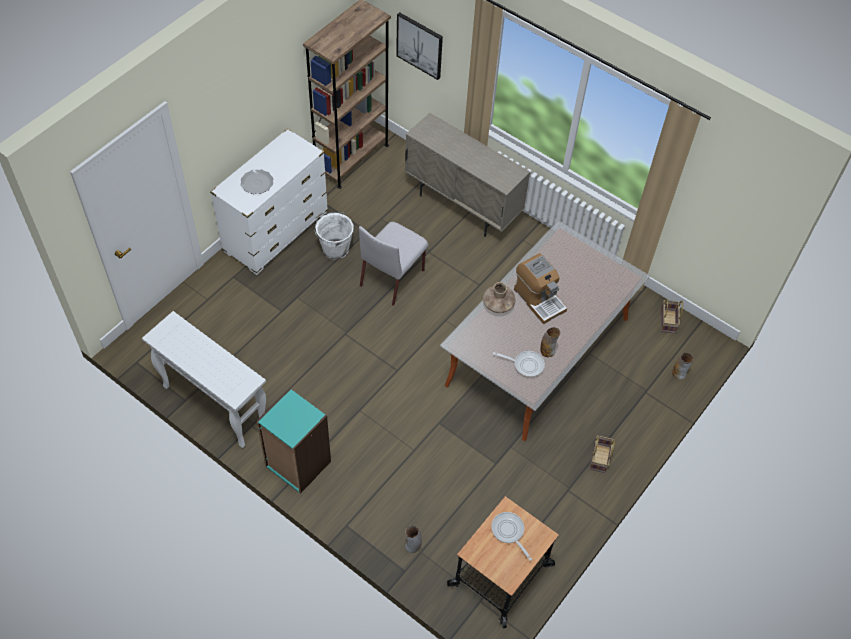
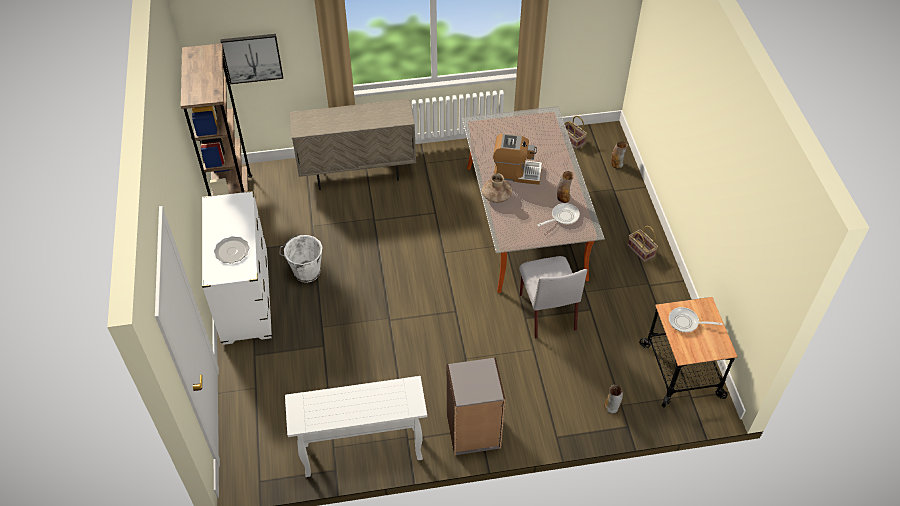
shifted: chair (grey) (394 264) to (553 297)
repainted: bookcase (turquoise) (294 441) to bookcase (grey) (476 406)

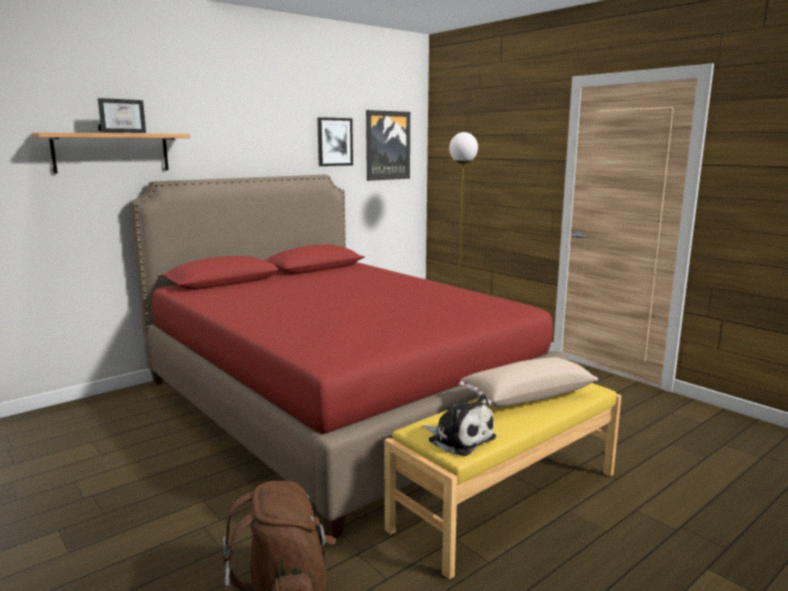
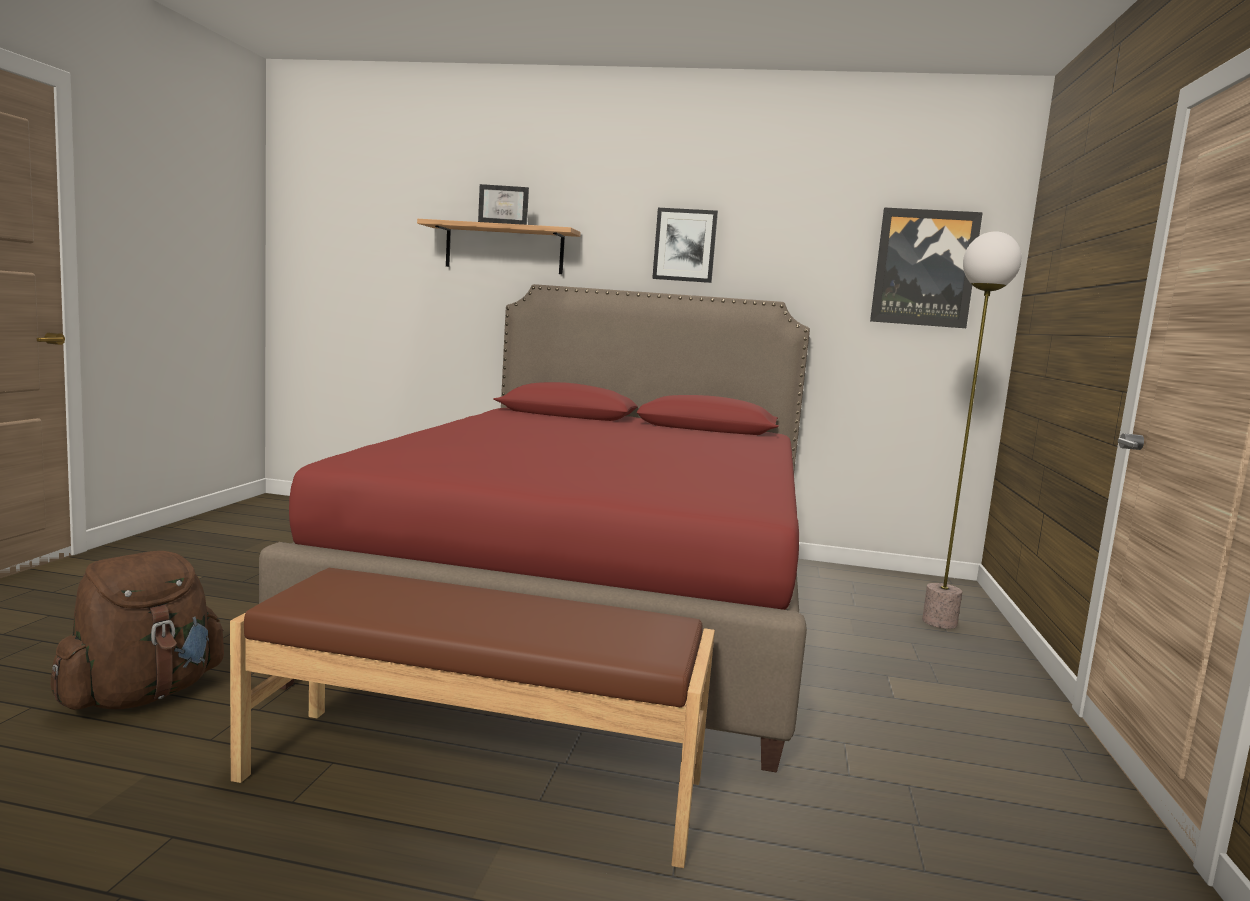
gone: plush toy (459 425); pillow (beige) (528 382)
shifted: picture (335 141) to (685 245)
repainted: bench (yellow) (502 481) to bench (brown) (472 718)

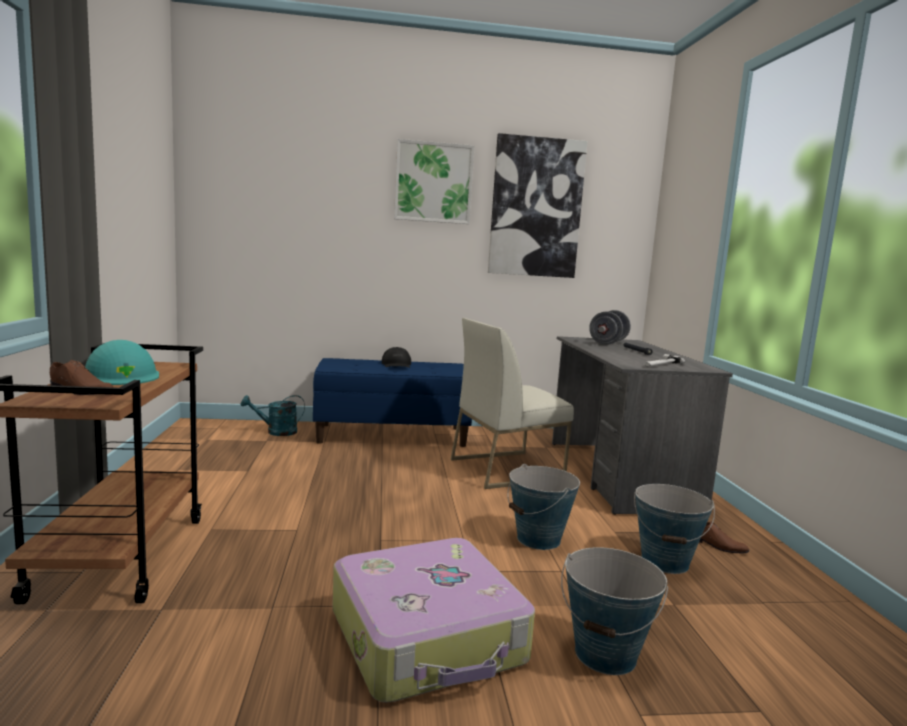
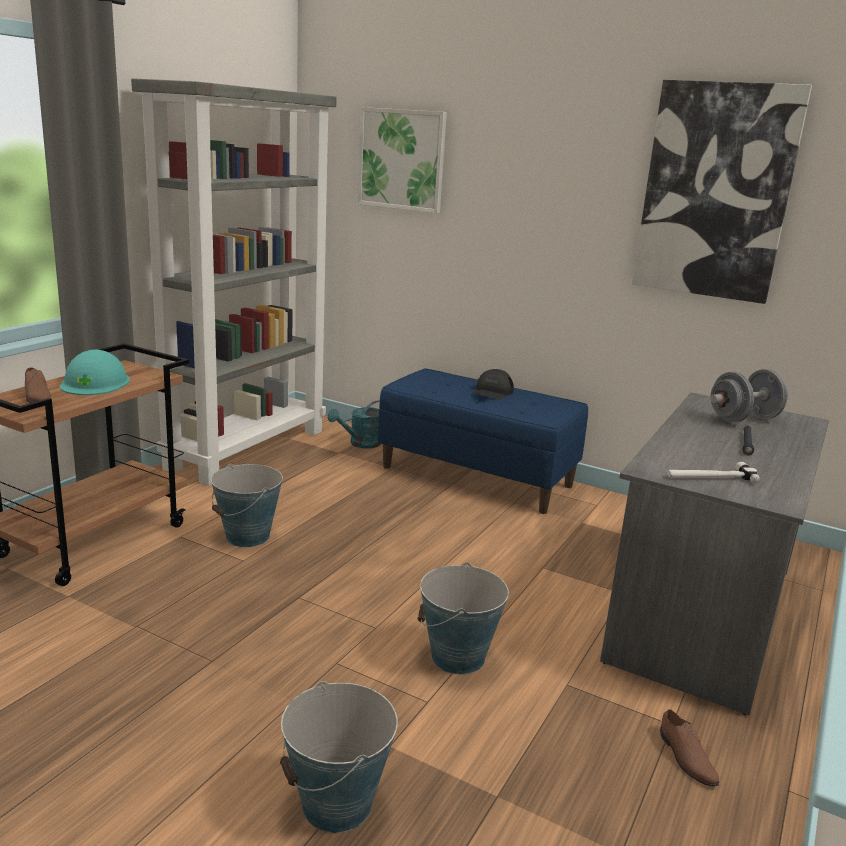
gone: suitcase (434 620); chair (white) (512 403)
new: bookcase (grey) (234 282)
shifted: bucket (674 529) to (247 505); picture (434 181) to (402 160)
rotated: watering can (turquoise) (273 415) = (354 424) 60 degrees counterclockwise

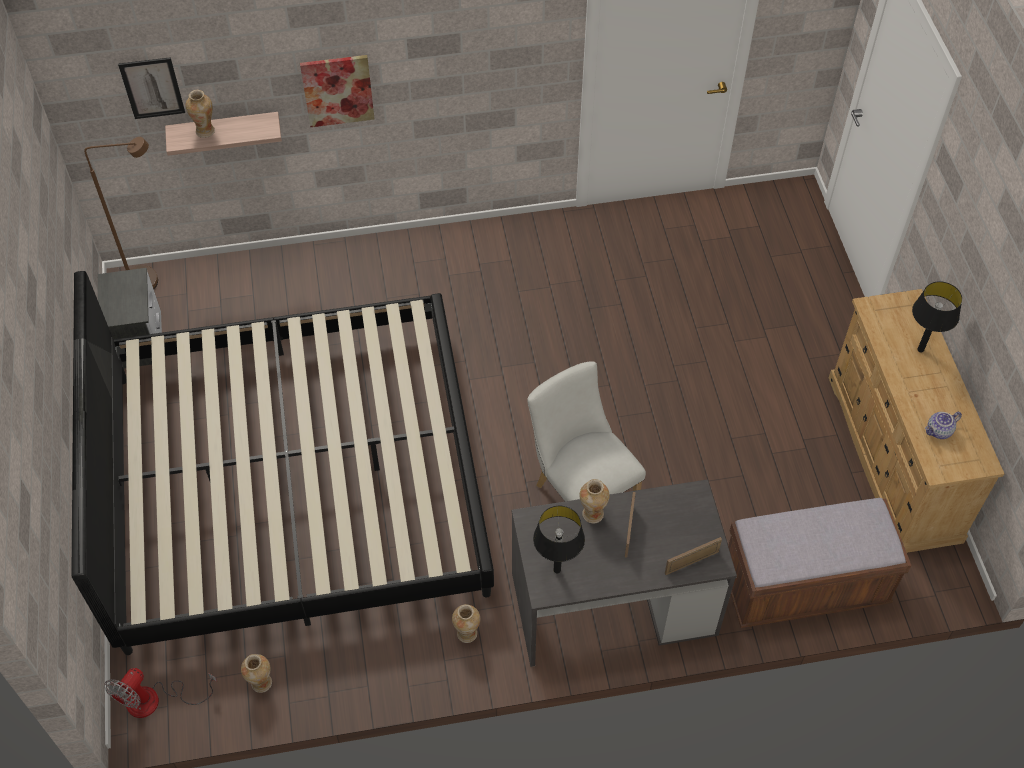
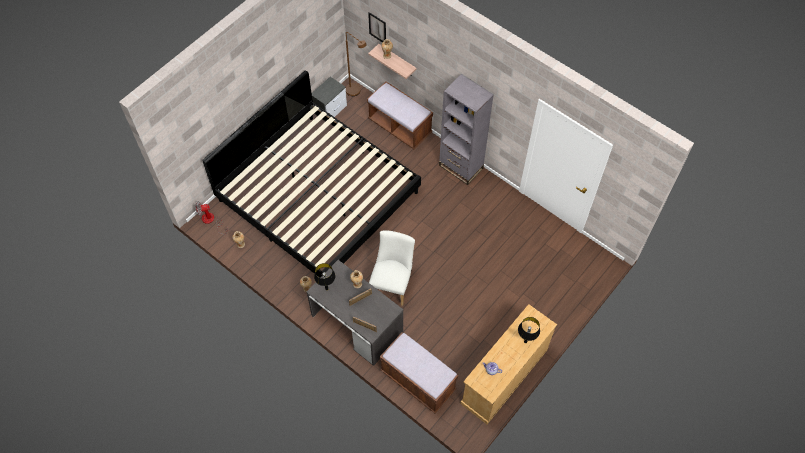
gone: picture (337 91)
new: bench (brown) (400 115); bookcase (grey) (466 129)

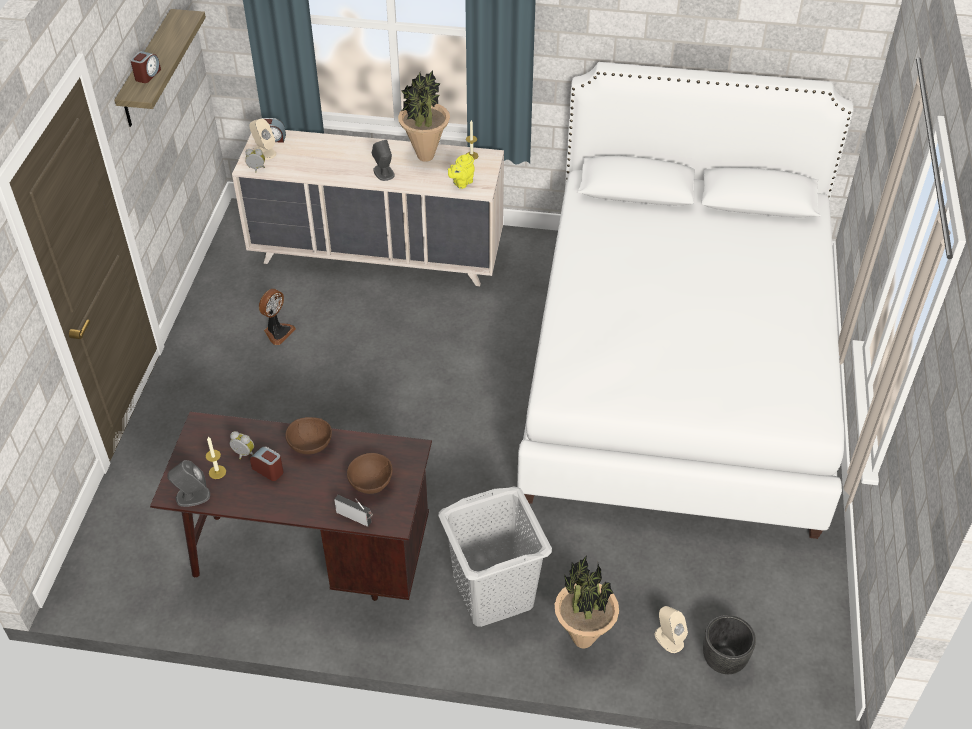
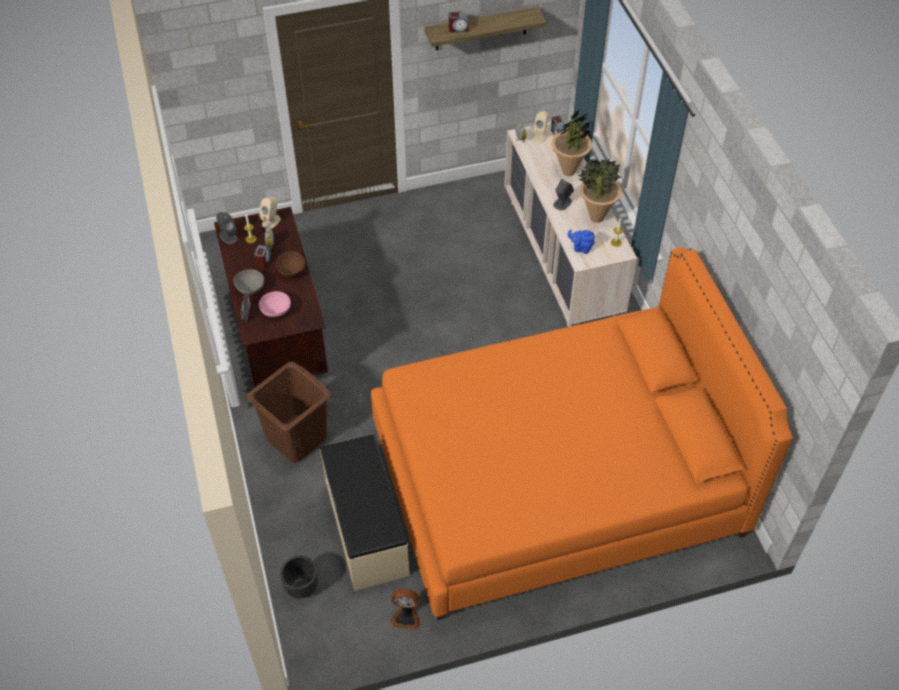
new: bowl (grey) (248 282); bench (beige) (364 512)
shifted: speaker (beige) (671 629) to (270 213); fan (277 317) to (405 609); potted plant (587 601) to (571 143)
repainted: laundry basket (grey) (495 557) to laundry basket (brown) (289 412); bowl (brown) (370 473) to bowl (pink) (275 304); bed (white) (685 300) to bed (orange) (582 433); teapot (yellow) (461 171) to teapot (blue) (581 241)

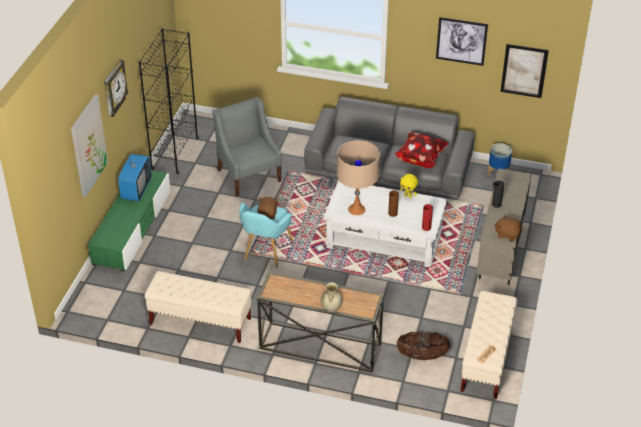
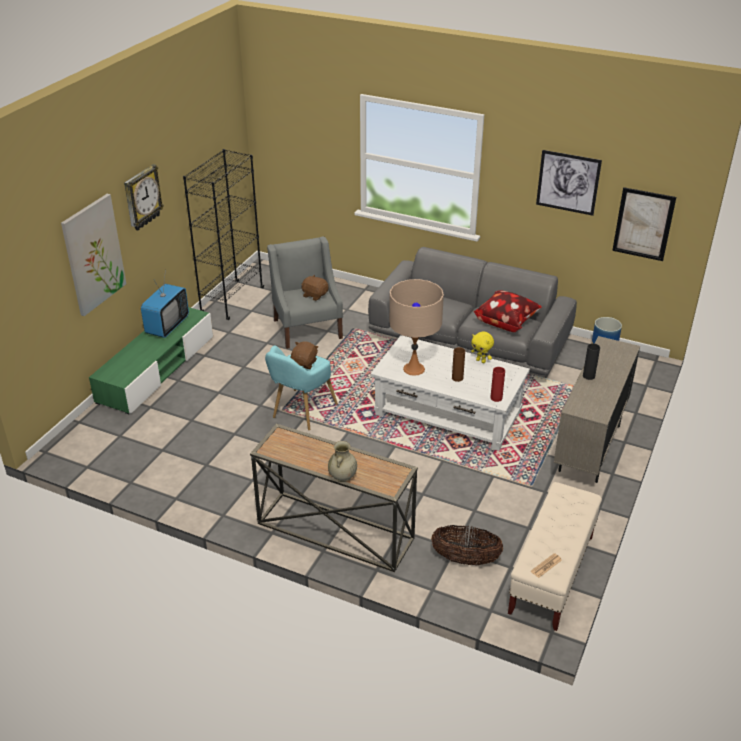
gone: bench (beige) (198 307)
shifted: plush toy (brown) (508 228) to (315 288)

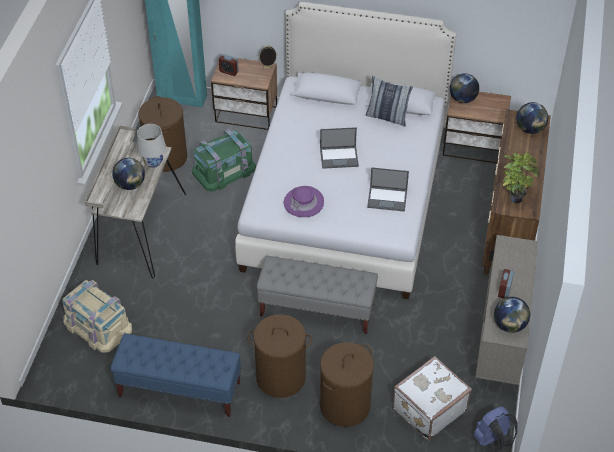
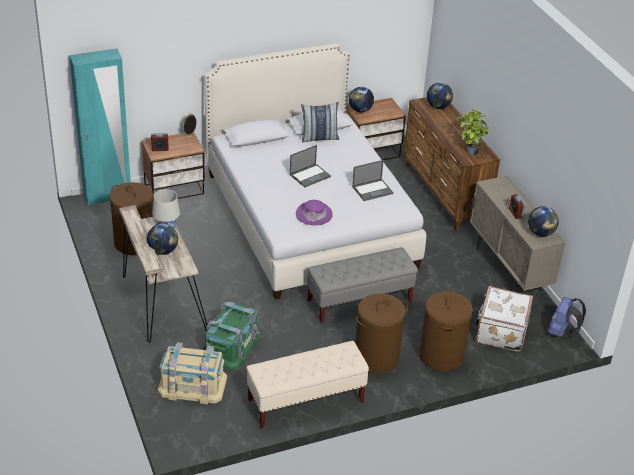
shifted: storage box (green) (224 160) to (231 335)
repainted: bench (blue) (176 375) to bench (beige) (308 384)

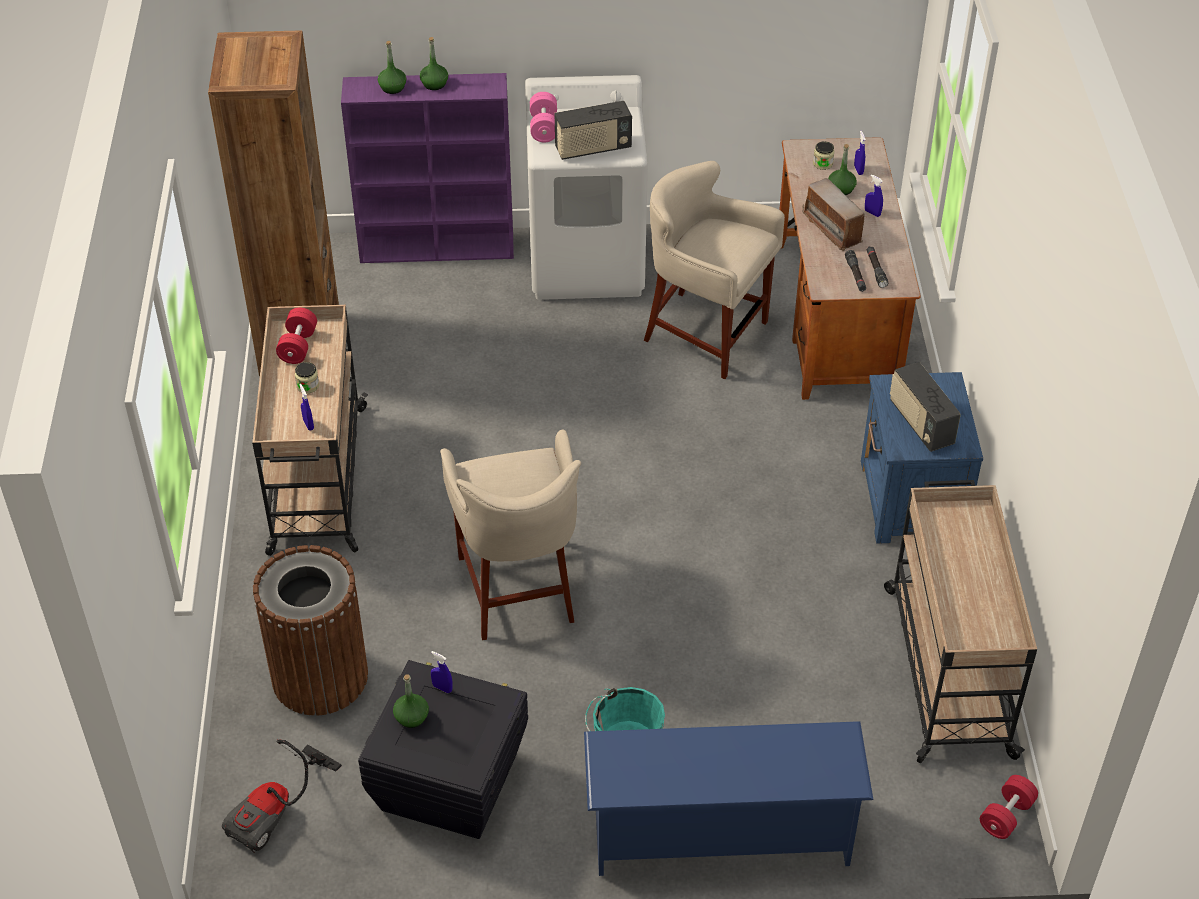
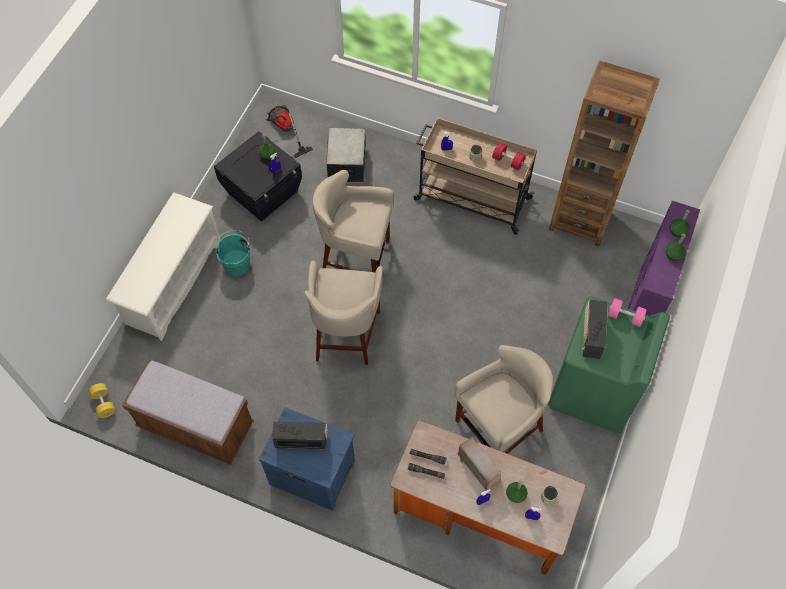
new: stool (beige) (344 313)
swapped: cart (beige) (960 621) to bench (brown) (188 412); trash can (brown) (310 630) to storage box (346 155)
repainted: dumbbell (red) (1009 807) to dumbbell (yellow) (102 400); shoe rack (blue) (728 798) to shoe rack (white) (163 266); washing machine (white) (586 187) to washing machine (green) (609 365)
rotated: radio (834 214) = (479 464) 60 degrees clockwise

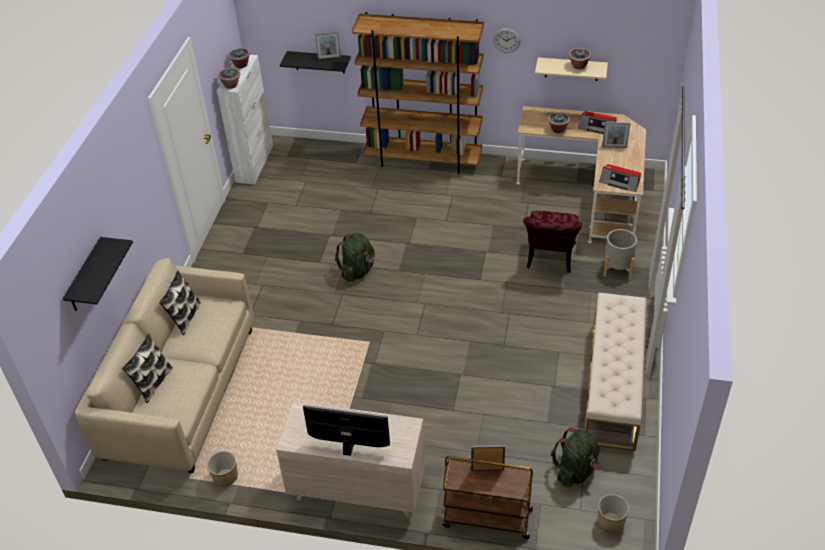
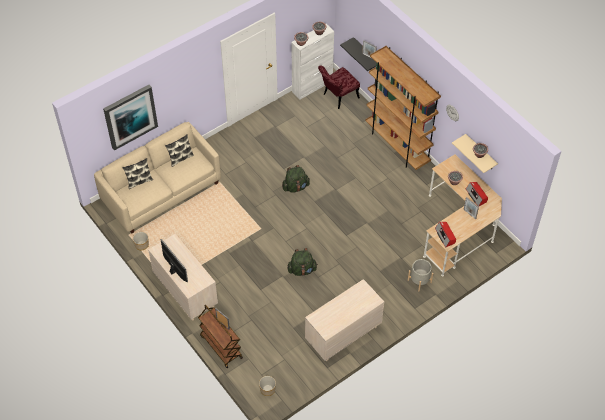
shifted: backpack (green) (575 457) to (302 262); chair (red) (552 242) to (339 87)
swapped: shelf (black) (98 274) to picture (130 118); bench (beige) (615 372) to dresser (beige) (344 320)

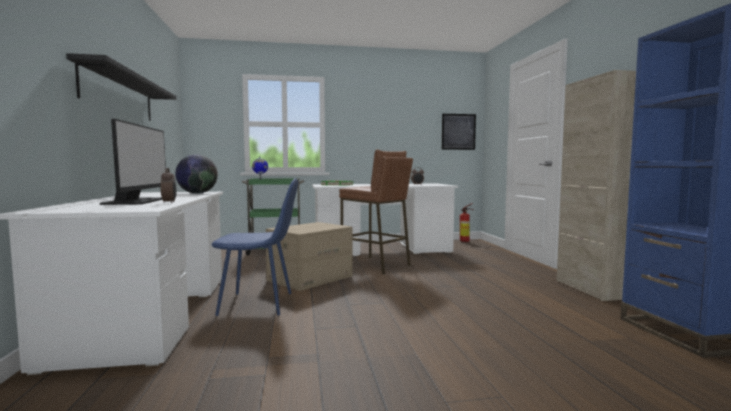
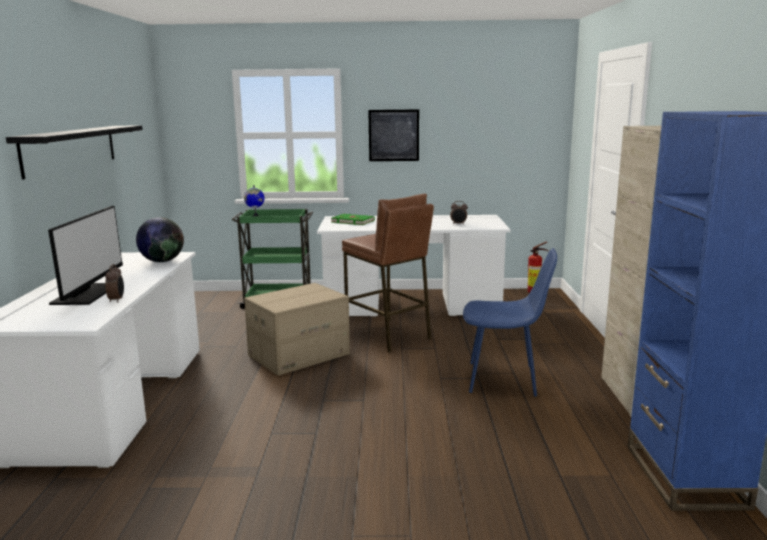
shifted: picture (459 132) to (393 135); chair (blue) (254 247) to (510 322)

